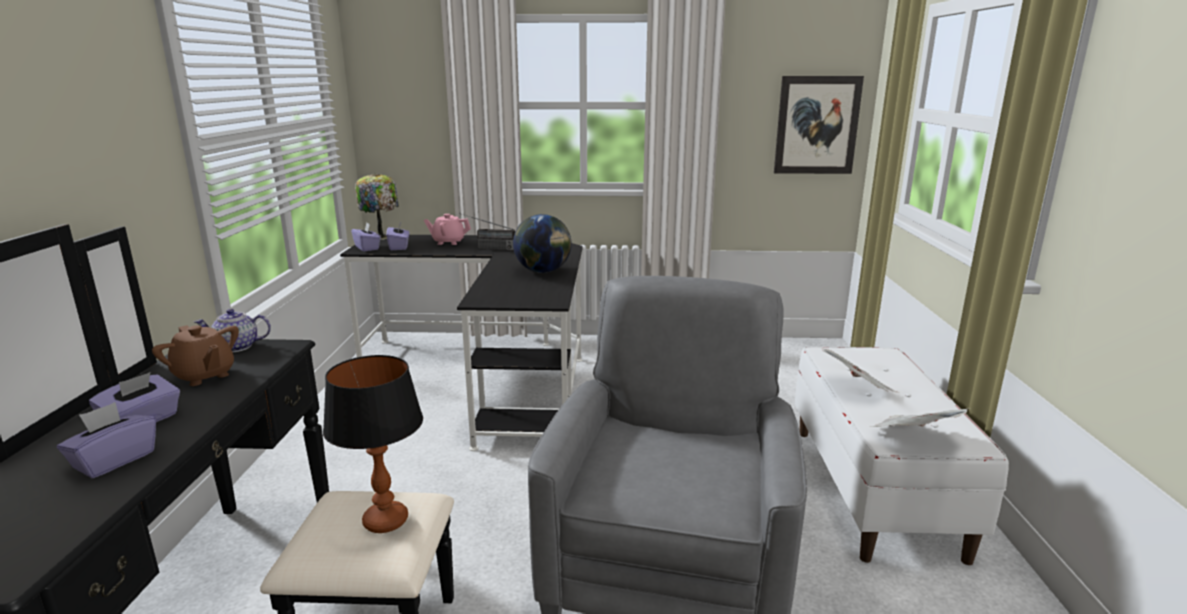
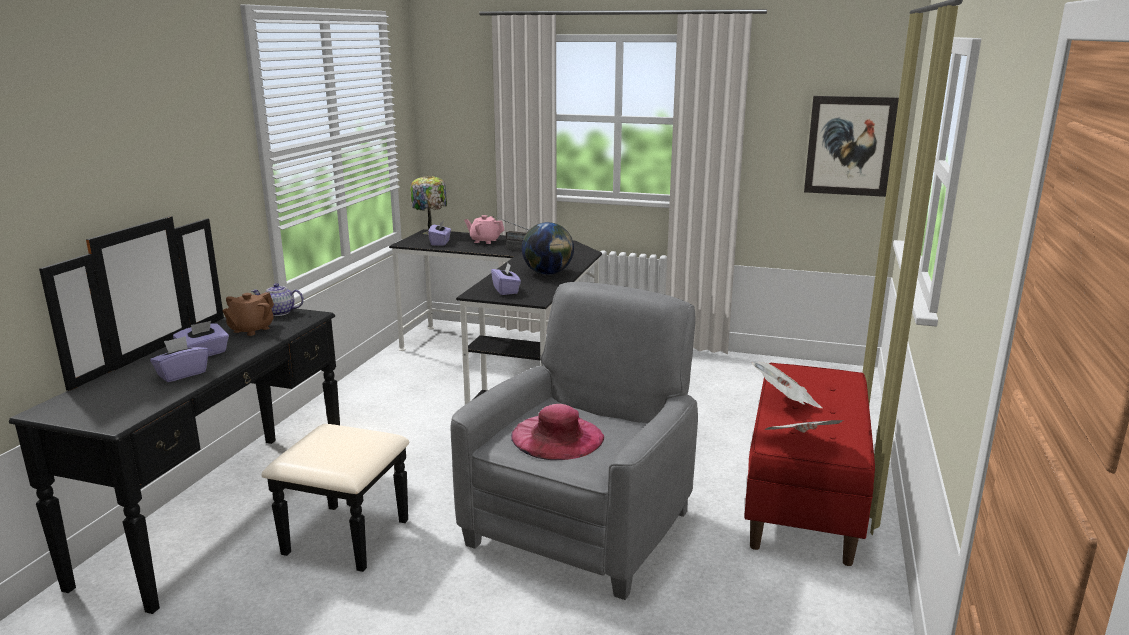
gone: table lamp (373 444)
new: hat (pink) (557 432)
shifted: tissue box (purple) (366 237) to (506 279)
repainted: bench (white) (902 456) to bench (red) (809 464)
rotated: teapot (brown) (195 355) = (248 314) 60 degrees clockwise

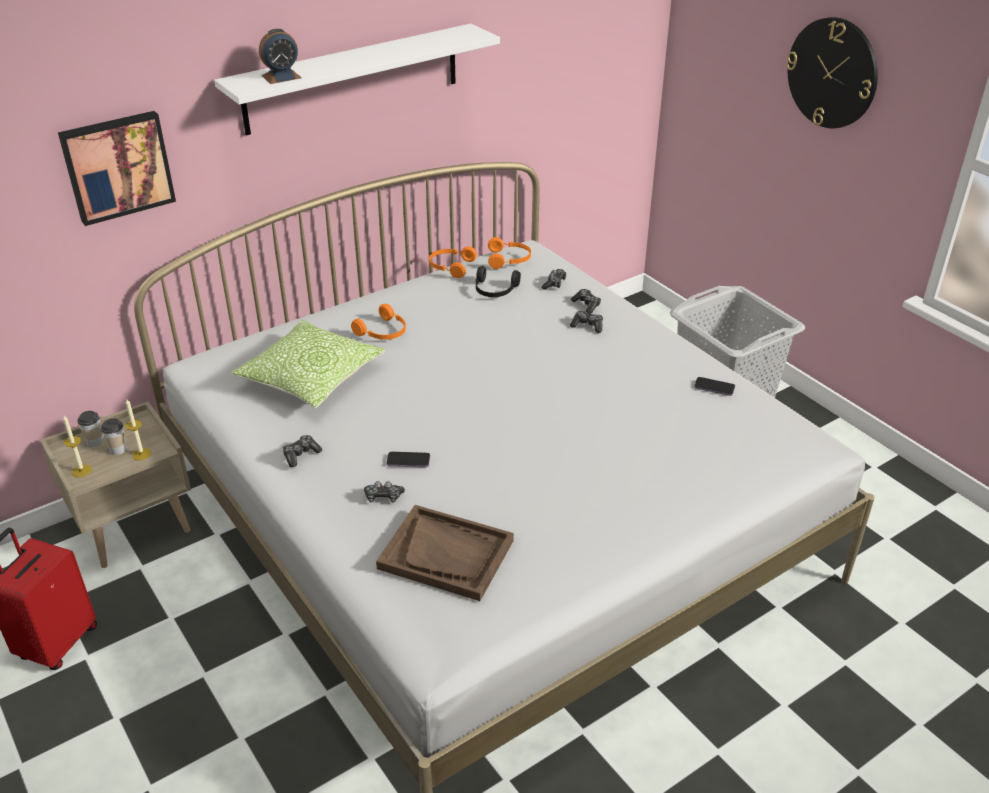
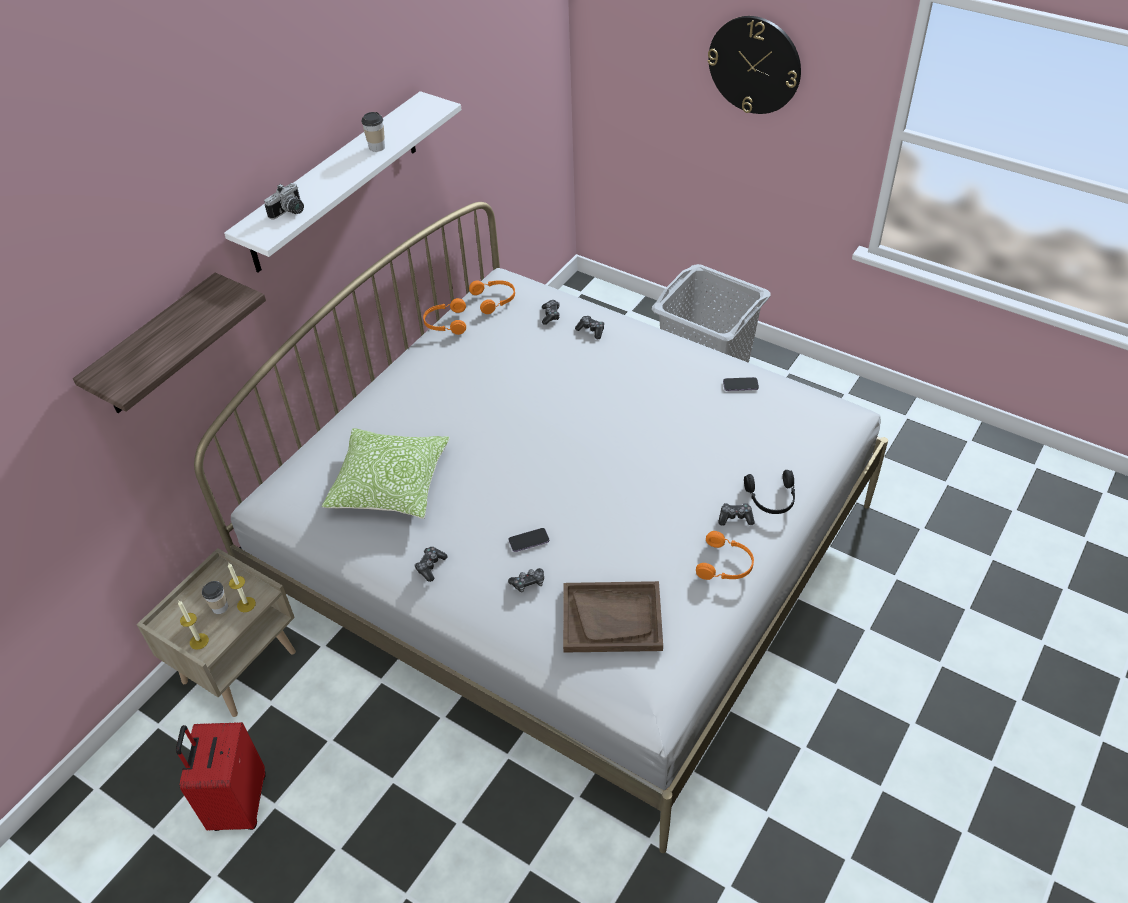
shifted: cup (90 429) to (373 132); headphones (orange) (378 322) to (725 555); game controller (586 322) to (737 514); headphones (black) (498 281) to (769 492)
swapped: picture (117 168) to shelf (169 343); alarm clock (280 56) to photo camera (284 201)

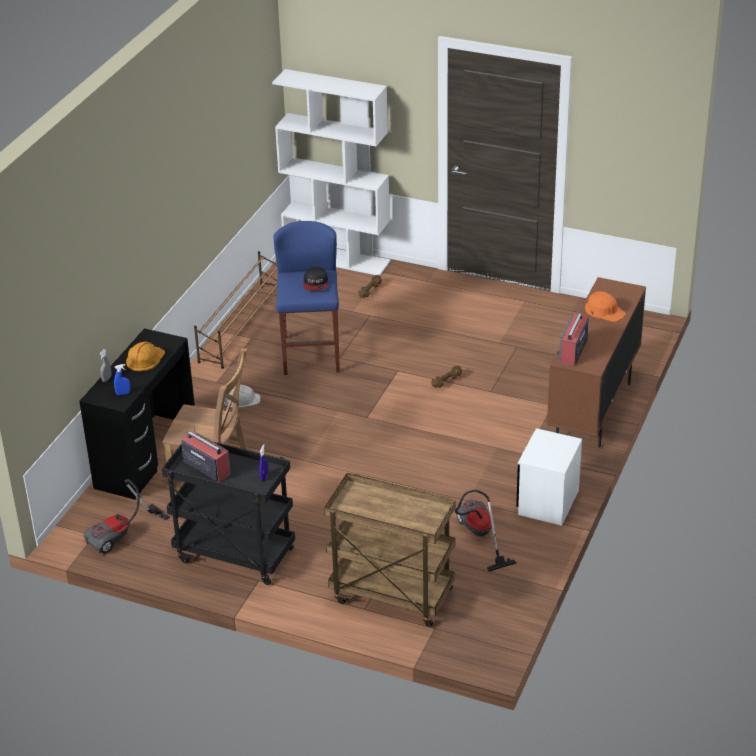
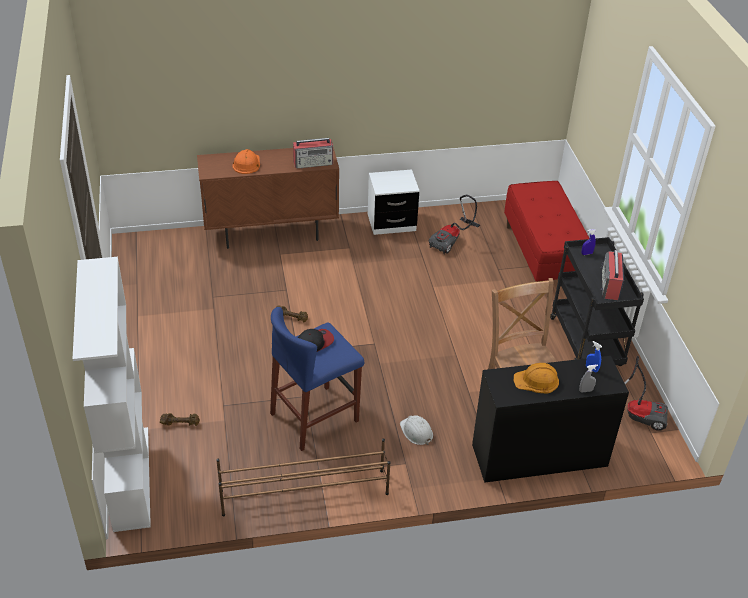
swapped: cart (brown) (390 550) to bench (red) (546 231)

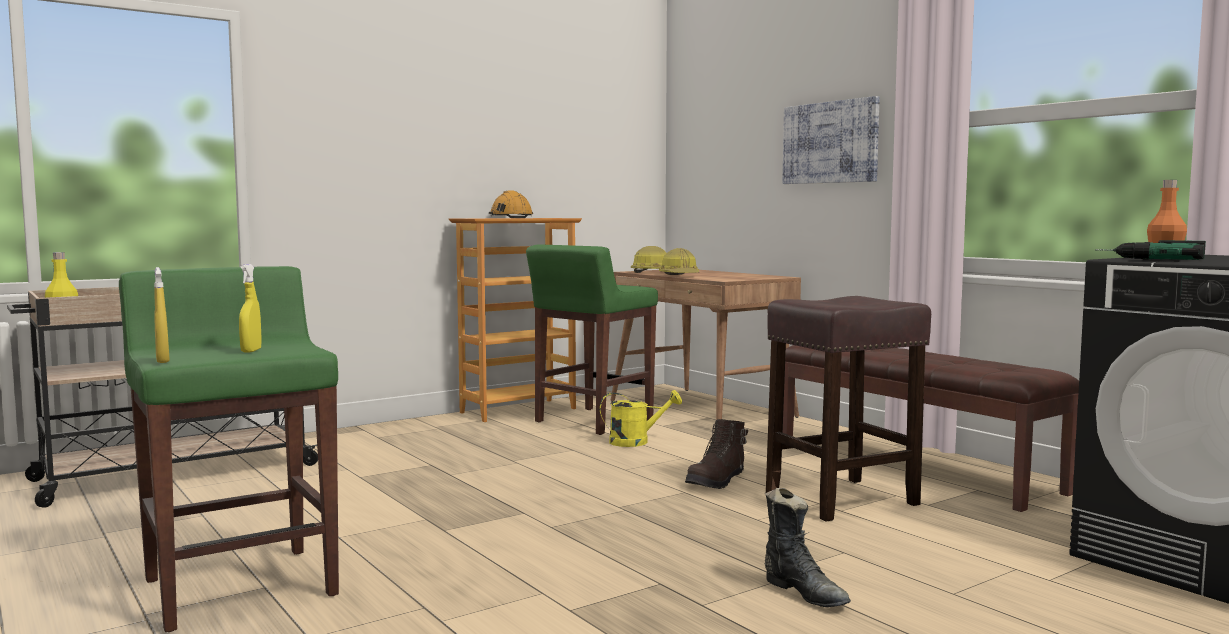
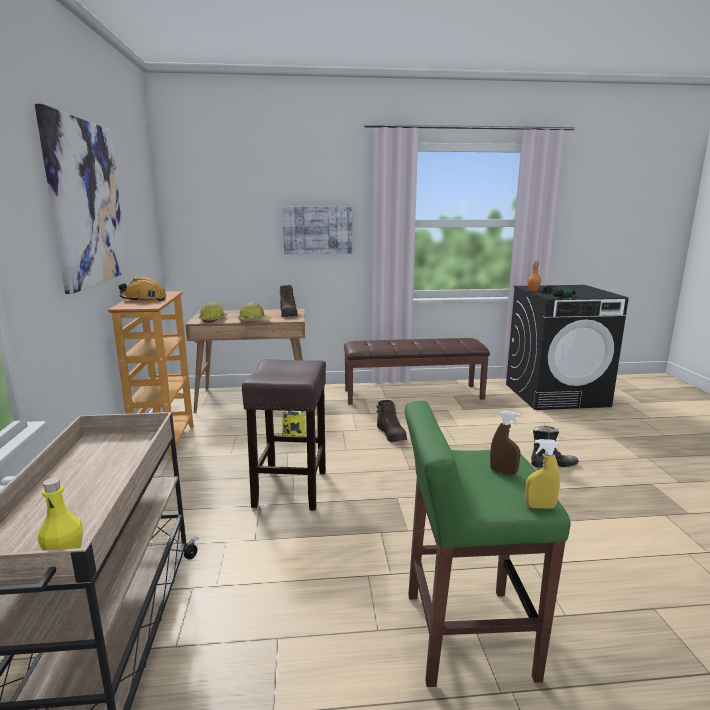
gone: stool (green) (592 339)
new: picture (82 199); boot (brown) (289 301)
shifted: stool (brown) (848 409) to (284 434)
repainted: spray bottle (yellow) (250 308) to spray bottle (brown) (505 443)

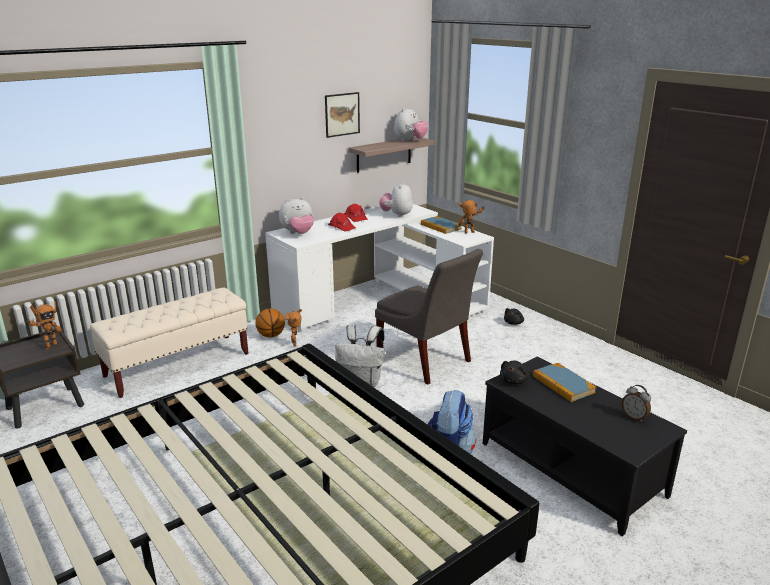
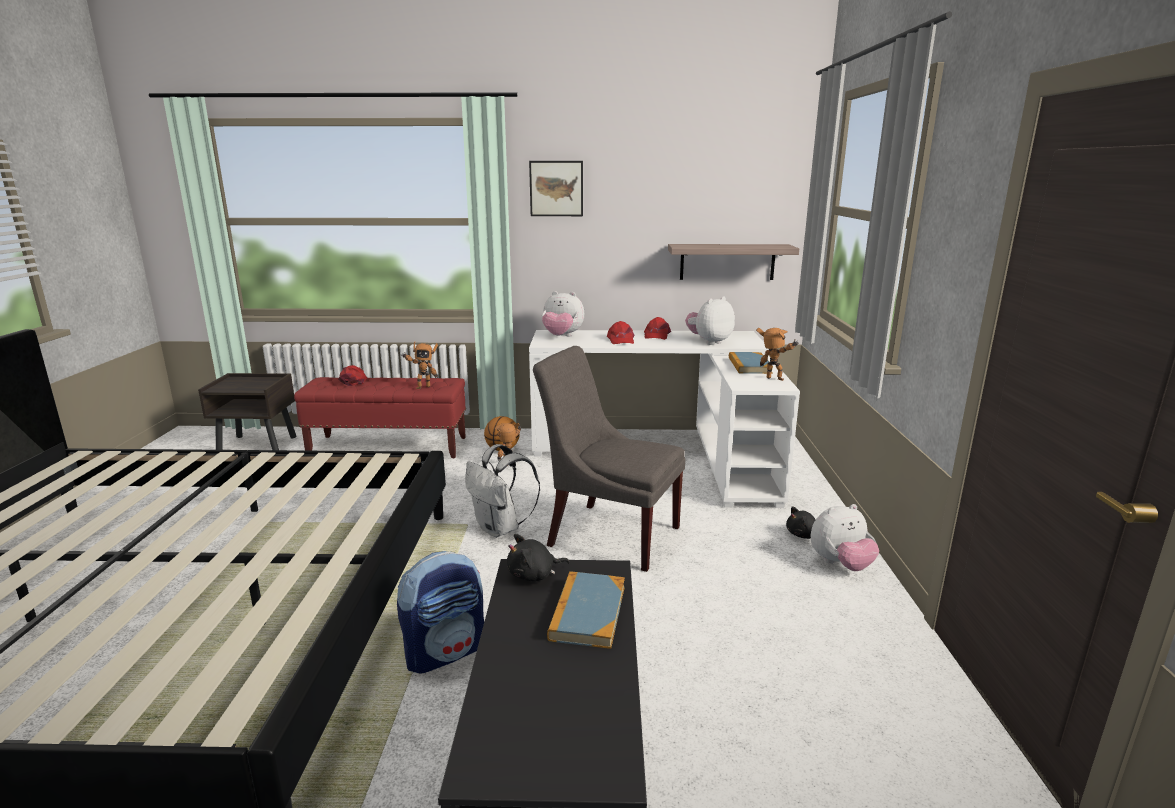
gone: alarm clock (636 403)
new: cap (red) (352 375)
shifted: toy robot (44 325) to (420 365); picture (342 115) to (556 188); plush toy (411 124) to (845 537)
repainted: bench (beige) (169 342) to bench (red) (380 417)
rotated: chair (grey) (429 317) = (609 459) 120 degrees clockwise

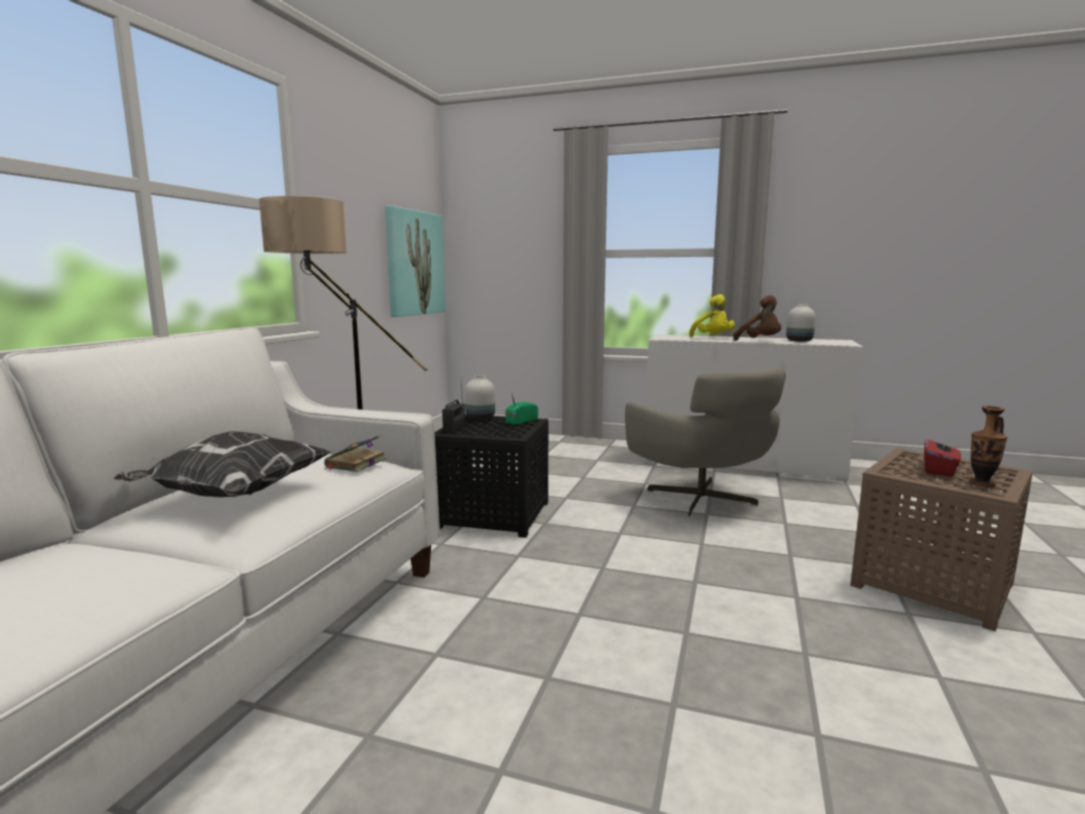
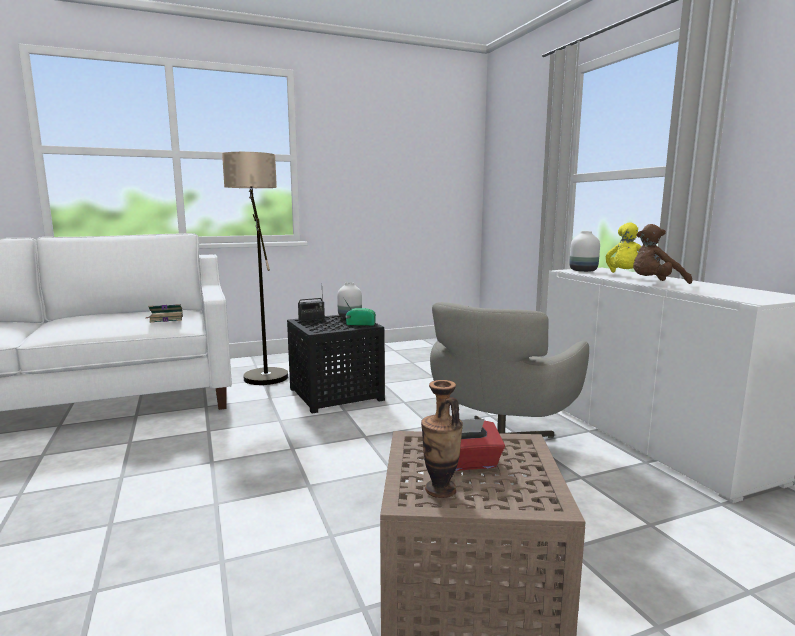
gone: pillow (221 464); picture (415 261)
shifted: vase (white) (801 323) to (584 251)
rotated: plush toy (brown) (757 318) = (662 254) 60 degrees clockwise

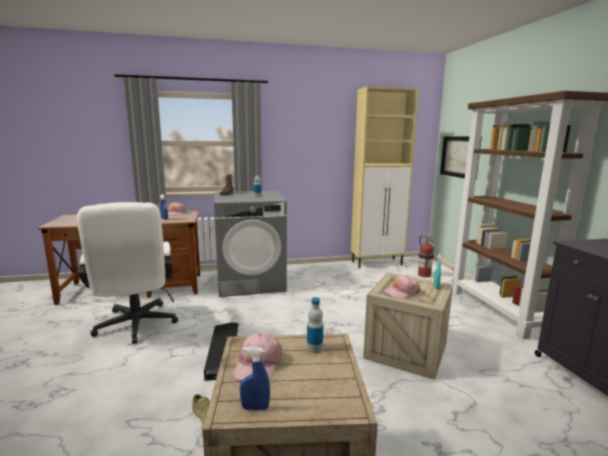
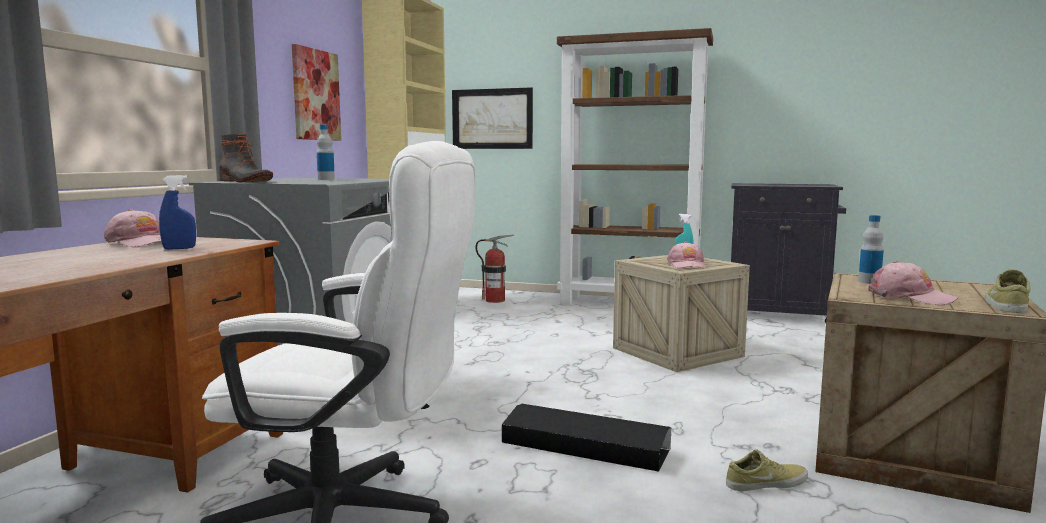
new: picture (316 92)
swapped: spray bottle (blue) (255 378) to shoe (beige) (1007 291)

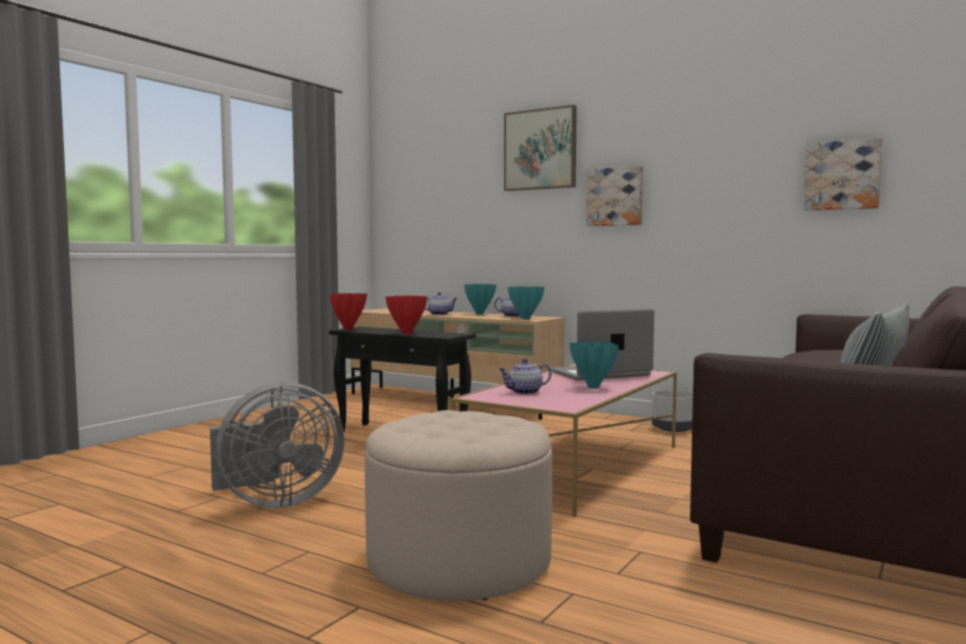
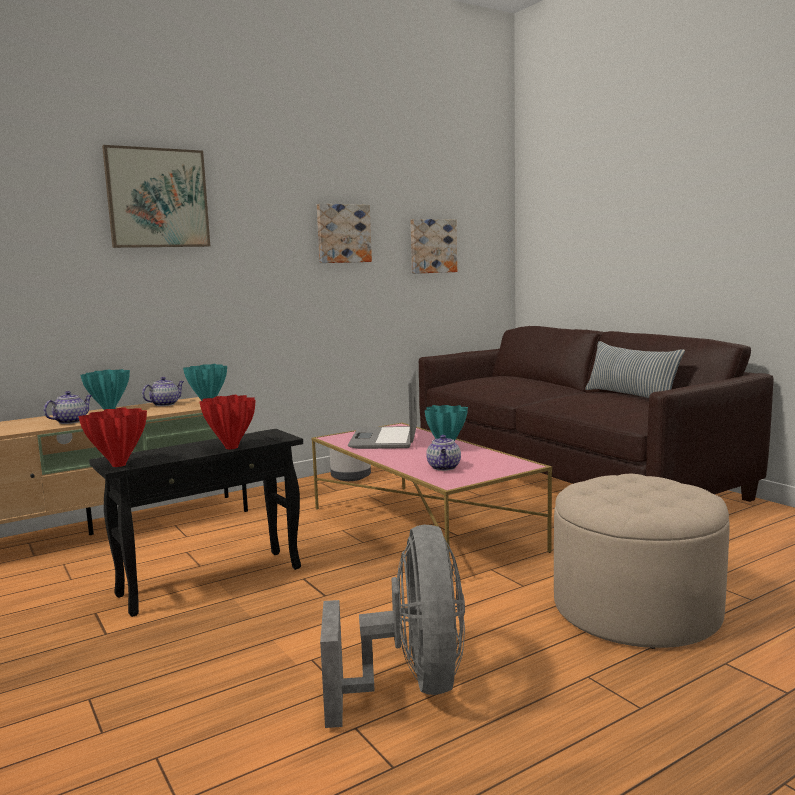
shifted: picture (614 196) to (344 233)

